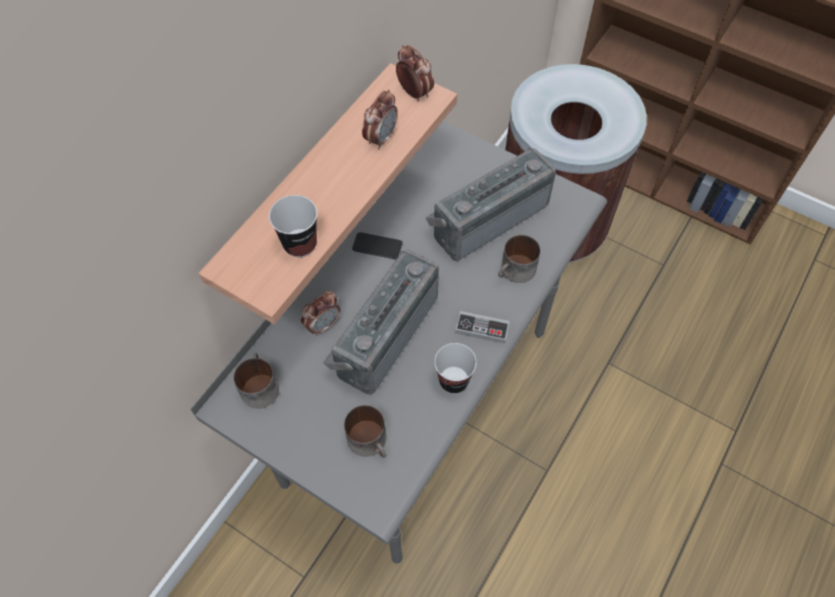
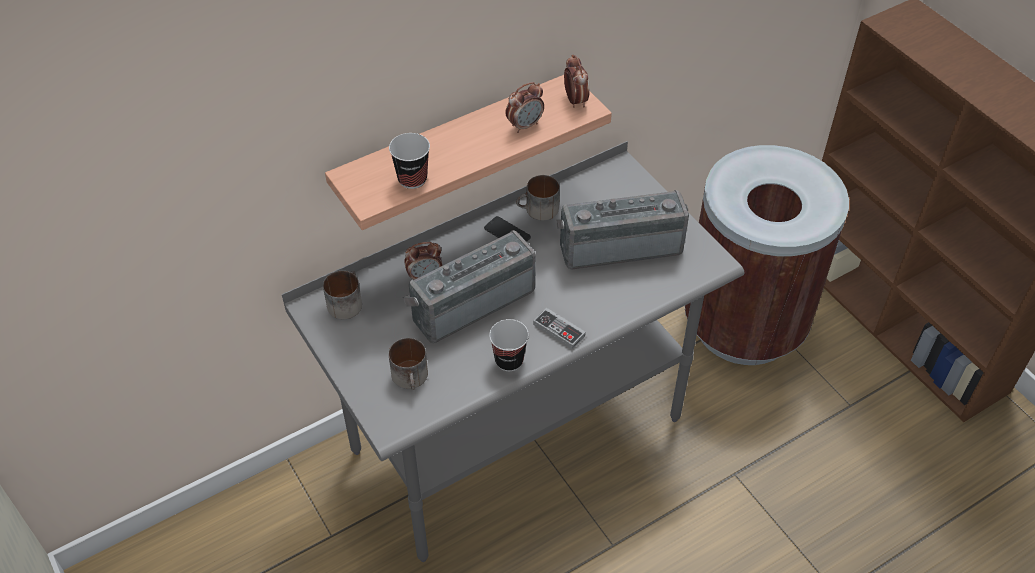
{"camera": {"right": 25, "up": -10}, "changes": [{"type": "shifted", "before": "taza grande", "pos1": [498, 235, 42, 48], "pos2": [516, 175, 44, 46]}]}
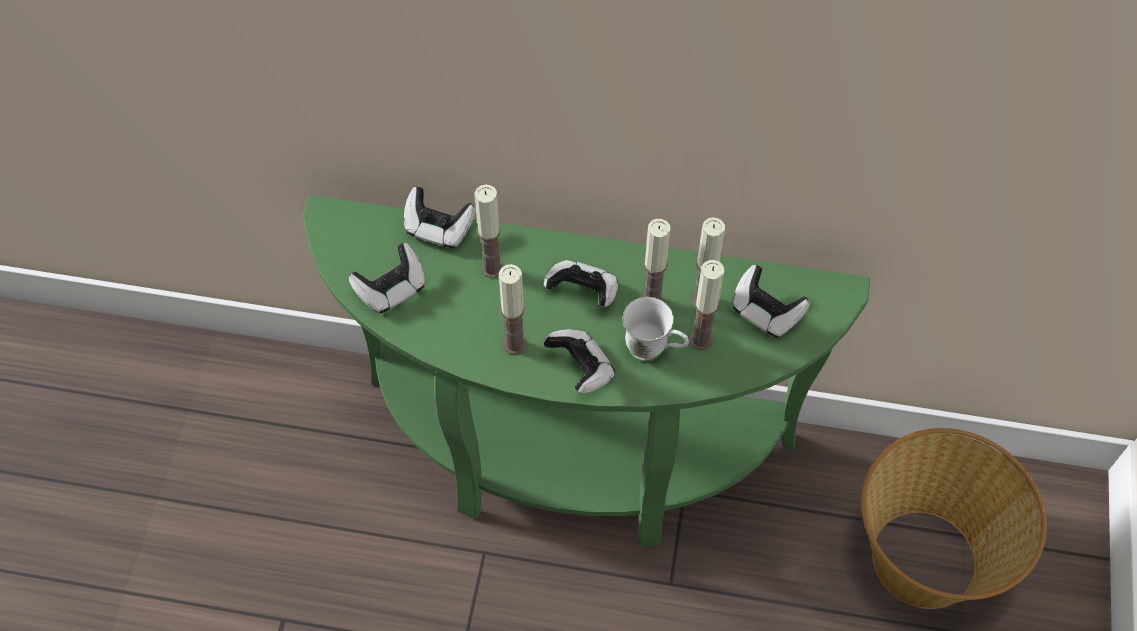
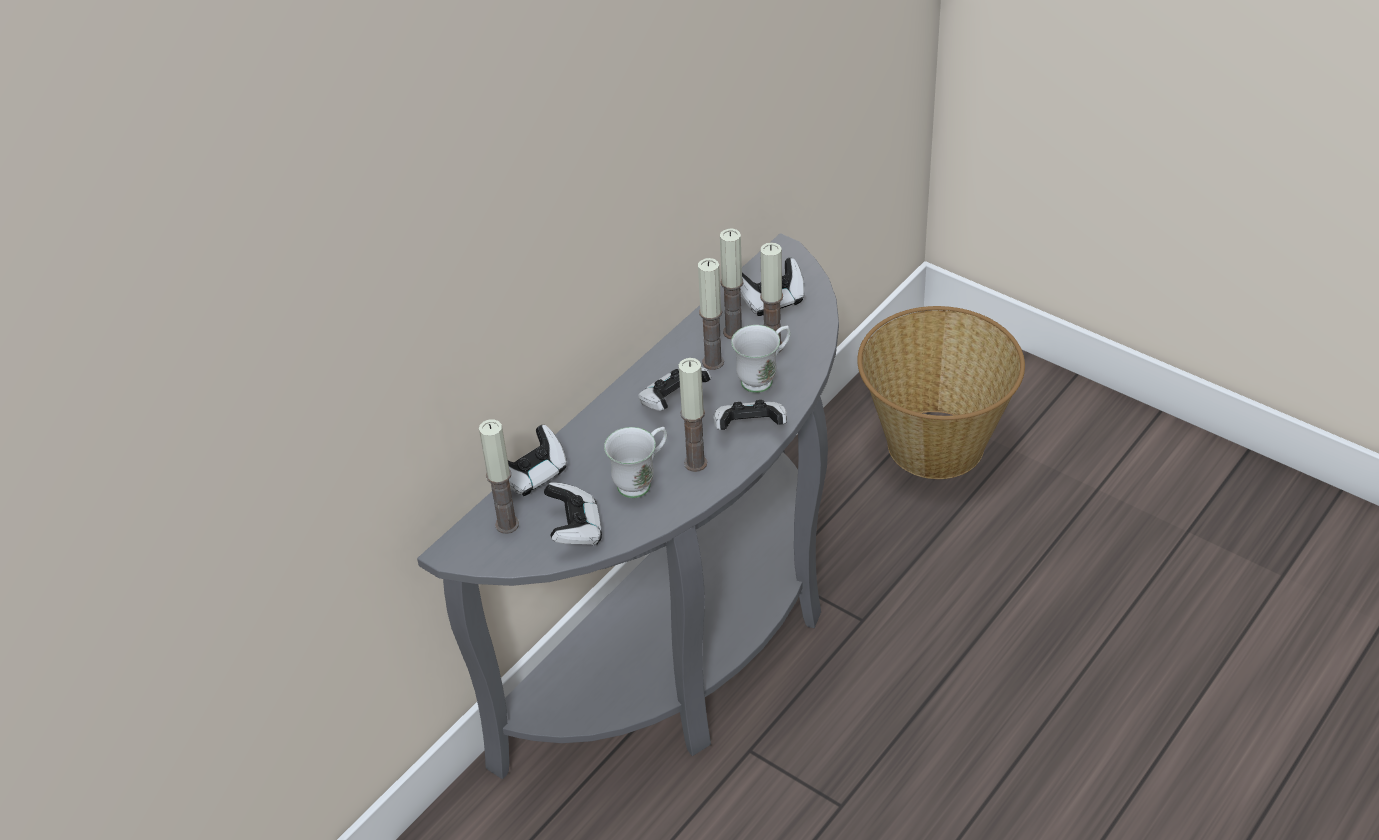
{"camera": {"right": -60, "up": -15}, "changes": [{"type": "new", "after": "taza grande/blanco", "pos2": [604, 427, 63, 71]}, {"type": "shifted", "before": "vela", "pos1": [475, 185, 28, 93], "pos2": [479, 419, 40, 115]}, {"type": "repainted", "before": "mesa consola/verde", "after": "mesa consola/gris", "pos1": [303, 195, 567, 352], "pos2": [417, 233, 422, 546]}]}
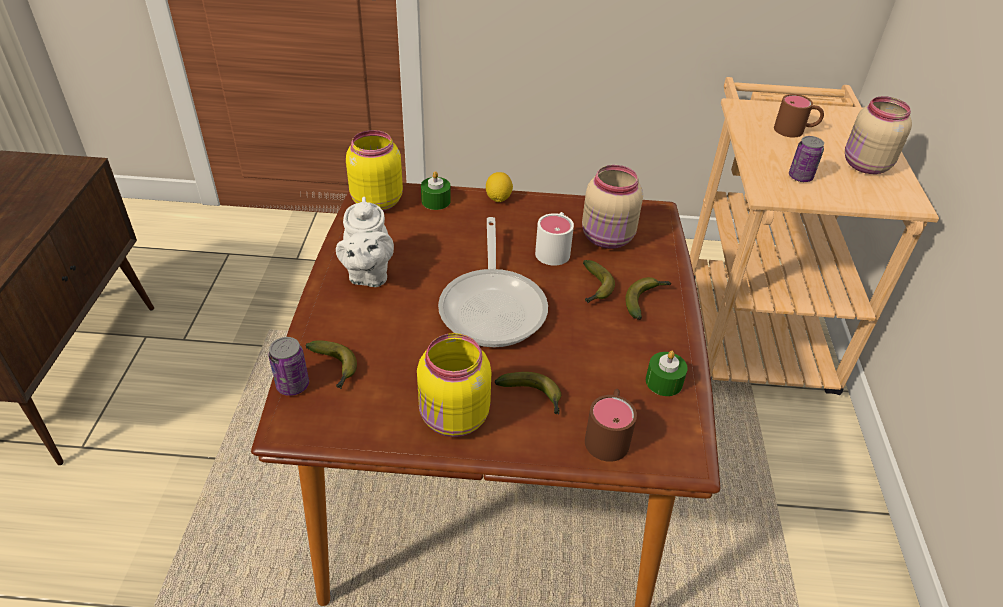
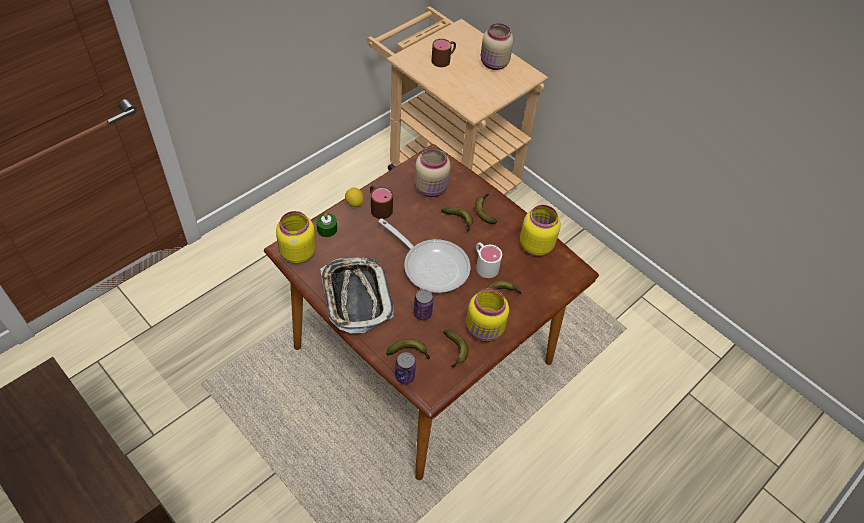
{"camera": {"right": -50, "up": 10}, "changes": [{"type": "new", "after": "plátano", "pos2": [443, 330, 26, 37]}, {"type": "shifted", "before": "taza grande/blanco", "pos1": [535, 212, 39, 54], "pos2": [476, 242, 26, 36]}, {"type": "shifted", "before": "taza grande/marrón", "pos1": [585, 389, 52, 73], "pos2": [370, 186, 23, 33]}, {"type": "shifted", "before": "lata", "pos1": [789, 136, 35, 46], "pos2": [414, 289, 19, 31]}, {"type": "swapped", "before": "tetera/blanco", "after": "bandeja", "pos1": [336, 197, 58, 90], "pos2": [320, 257, 74, 77]}, {"type": "swapped", "before": "vela/verde", "after": "tarro/amarillo", "pos1": [646, 351, 42, 45], "pos2": [520, 205, 41, 51]}]}
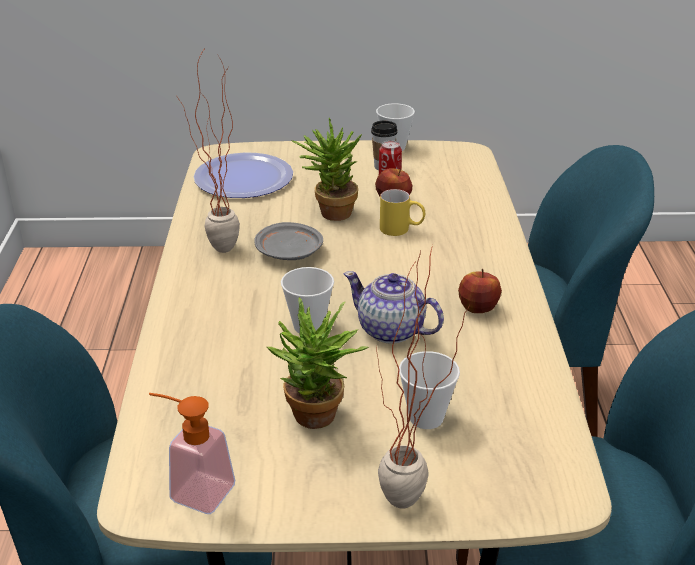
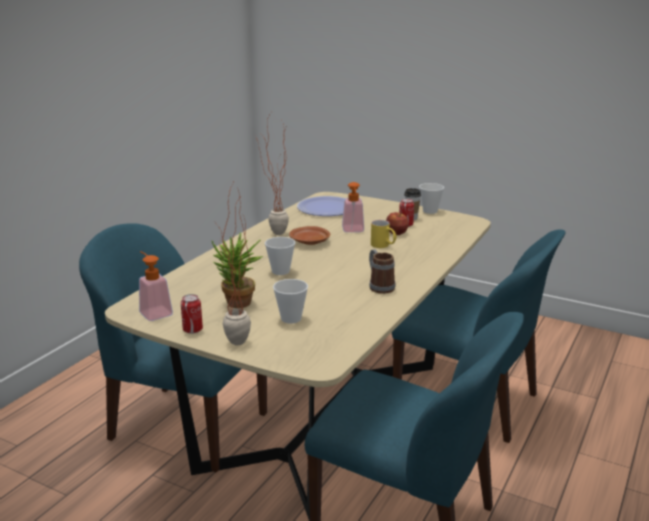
{"camera": {"right": 30, "up": -10}, "changes": [{"type": "gone", "before": "tetera", "pos1": [344, 271, 100, 73]}, {"type": "new", "after": "lata", "pos2": [181, 294, 22, 40]}, {"type": "swapped", "before": "planta en maceta", "after": "dispensador de jabón", "pos1": [291, 118, 71, 103], "pos2": [342, 182, 22, 50]}, {"type": "swapped", "before": "manzana", "after": "taza grande", "pos1": [458, 269, 44, 44], "pos2": [369, 249, 26, 45]}, {"type": "repainted", "before": "plato/gris", "after": "plato/marrón", "pos1": [254, 222, 69, 38], "pos2": [289, 226, 41, 19]}]}
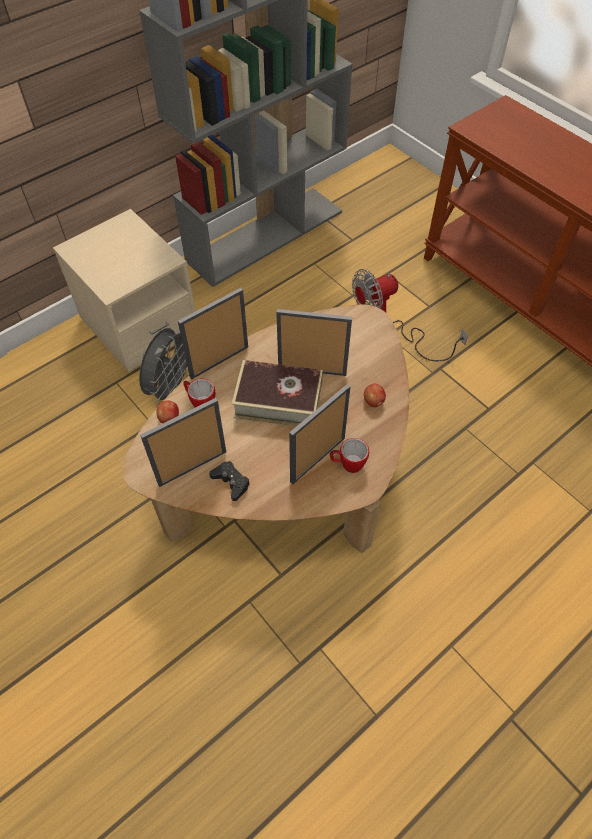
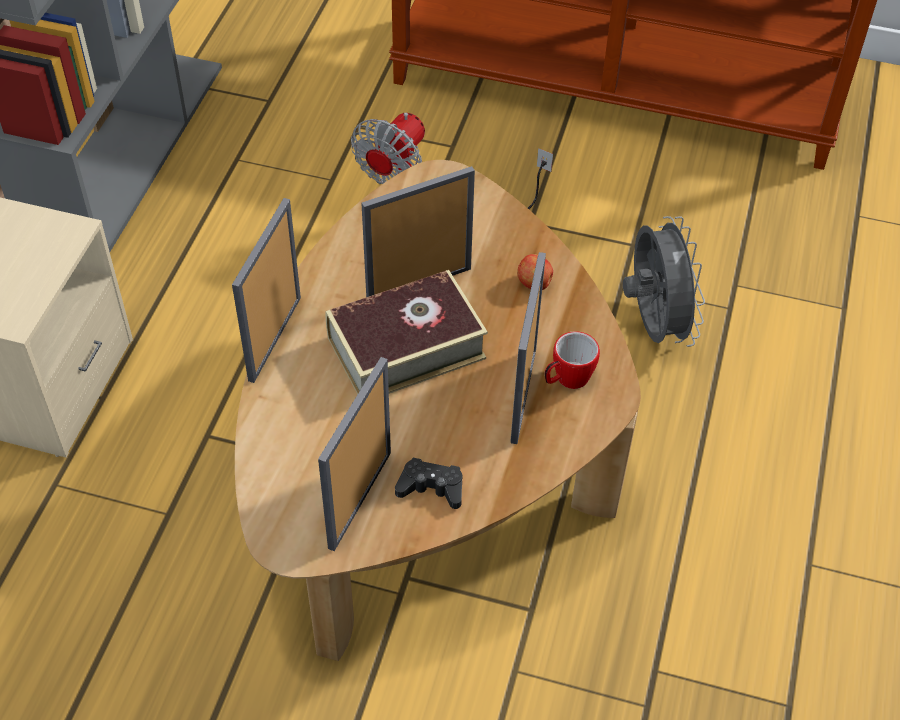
{"camera": {"right": -35, "up": -5}, "changes": [{"type": "gone", "before": "manzana", "pos1": [156, 400, 23, 24]}, {"type": "gone", "before": "taza grande", "pos1": [183, 379, 32, 28]}, {"type": "shifted", "before": "ventilador/gris", "pos1": [139, 328, 50, 77], "pos2": [623, 216, 82, 131]}]}
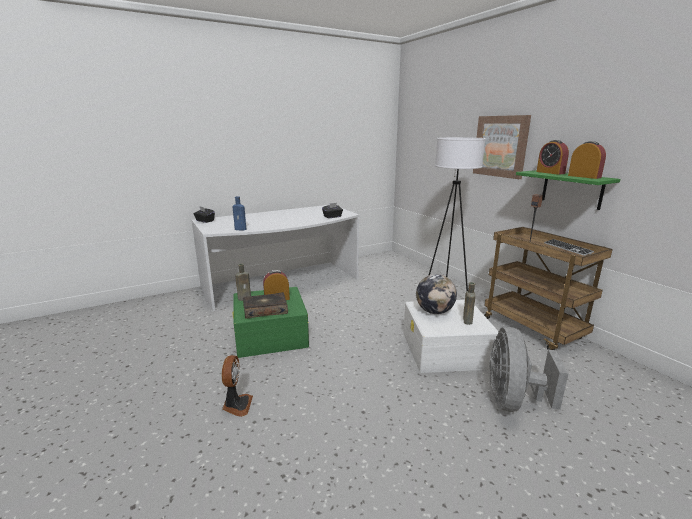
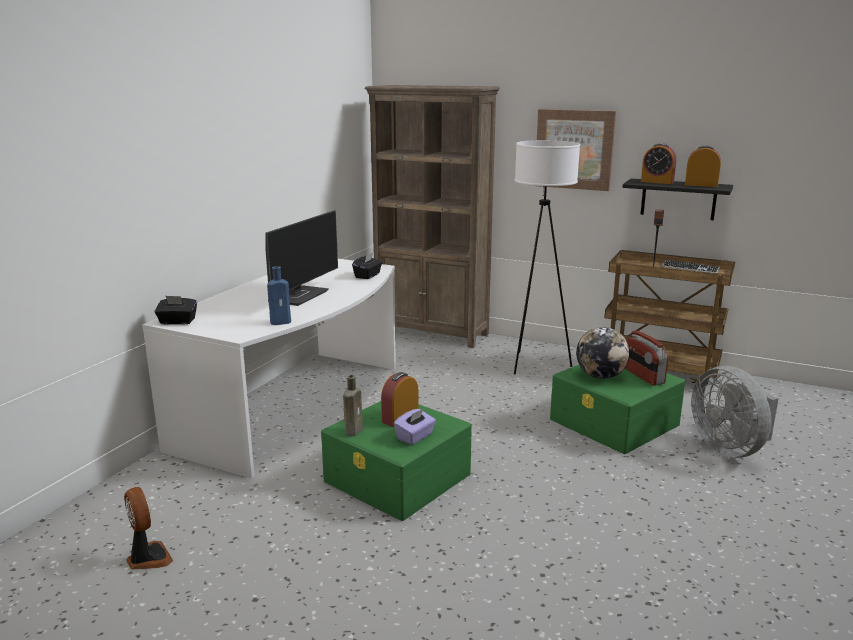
{"camera": {"right": -35, "up": 0}, "changes": [{"type": "new", "after": "monitor", "pos2": [265, 210, 73, 96]}, {"type": "new", "after": "estantería/marrón", "pos2": [365, 85, 135, 263]}, {"type": "shifted", "before": "ventilador", "pos1": [222, 355, 31, 62], "pos2": [124, 487, 49, 83]}, {"type": "swapped", "before": "libro", "after": "caja de pañuelos/morado", "pos1": [243, 292, 45, 27], "pos2": [394, 408, 42, 37]}, {"type": "swapped", "before": "botella/marrón", "after": "radio", "pos1": [463, 282, 12, 43], "pos2": [625, 331, 44, 55]}, {"type": "repainted", "before": "caja de almacenaje/blanco", "after": "caja de almacenaje/verde", "pos1": [403, 300, 96, 73], "pos2": [550, 365, 135, 89]}, {"type": "repainted", "before": "estante/verde", "after": "estante/negro", "pos1": [516, 170, 104, 40], "pos2": [622, 179, 111, 41]}]}
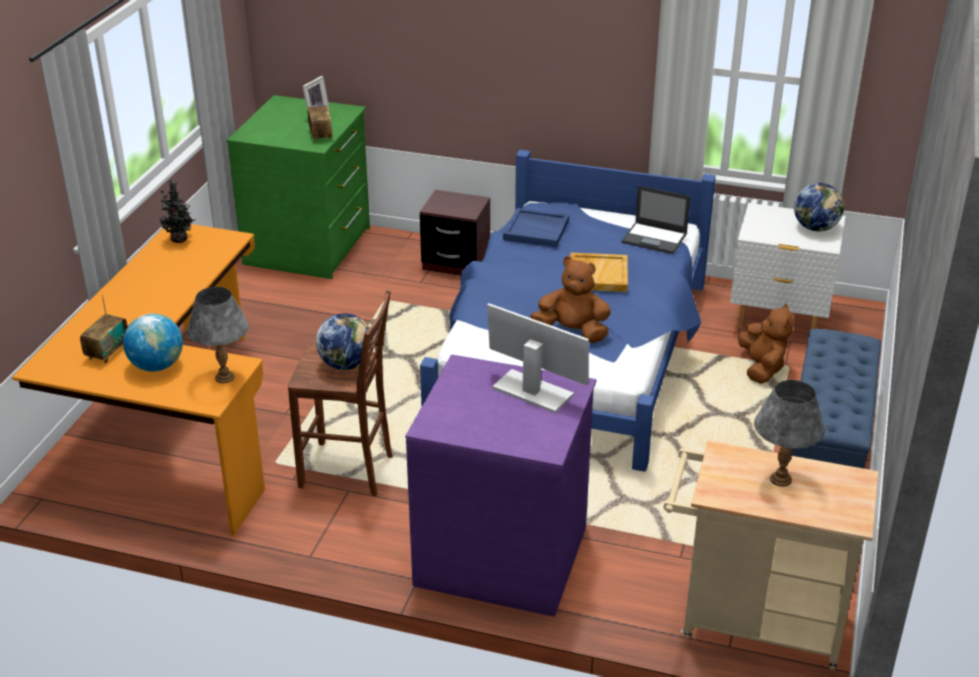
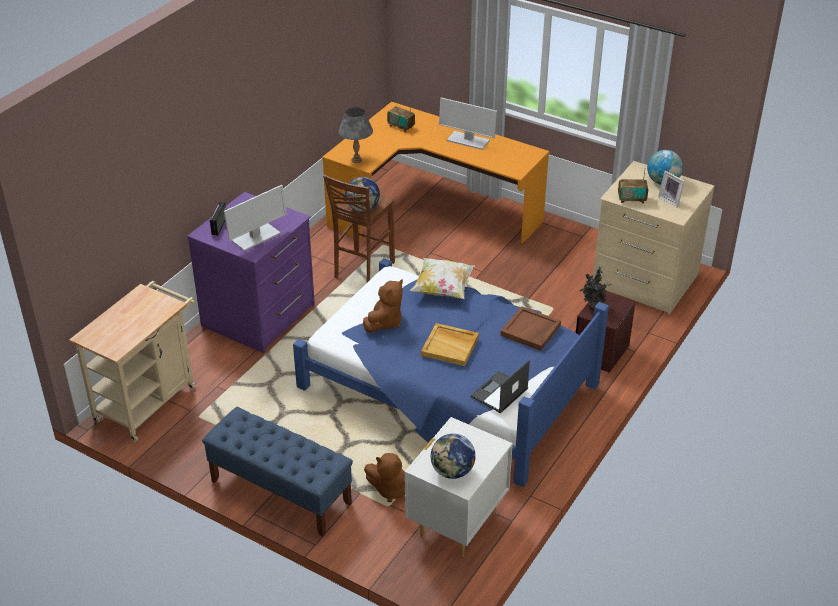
{"camera": {"right": 105, "up": 5}, "changes": [{"type": "gone", "before": "lámpara de mesa/gris", "pos1": [754, 380, 71, 107]}, {"type": "new", "after": "radio", "pos2": [210, 202, 16, 34]}, {"type": "new", "after": "cojín", "pos2": [410, 258, 65, 41]}, {"type": "new", "after": "monitor", "pos2": [439, 98, 58, 52]}, {"type": "shifted", "before": "globo terráqueo", "pos1": [123, 314, 60, 58], "pos2": [647, 150, 36, 35]}, {"type": "shifted", "before": "planta en maceta", "pos1": [160, 179, 36, 64], "pos2": [580, 266, 31, 44]}, {"type": "repainted", "before": "cómoda/verde", "after": "cómoda/beis", "pos1": [227, 95, 143, 184], "pos2": [593, 161, 122, 154]}, {"type": "repainted", "before": "bandeja/azul", "after": "bandeja/marrón", "pos1": [503, 208, 66, 40], "pos2": [501, 306, 60, 45]}]}
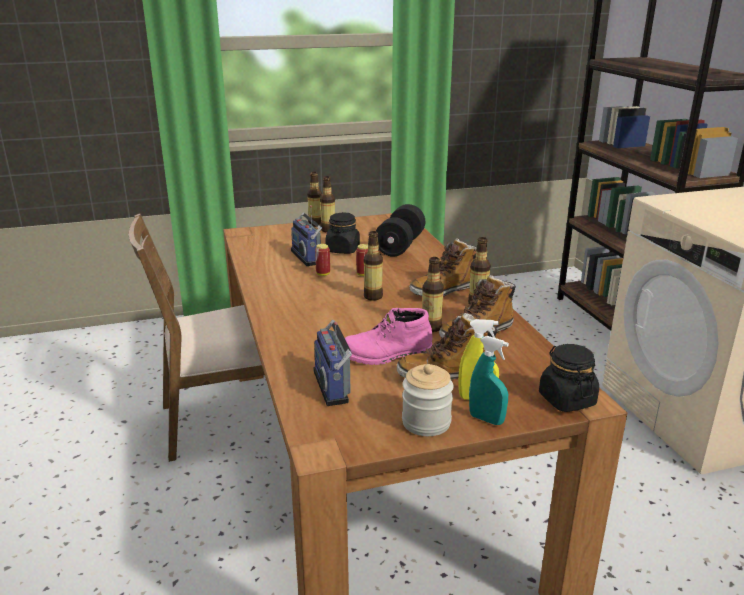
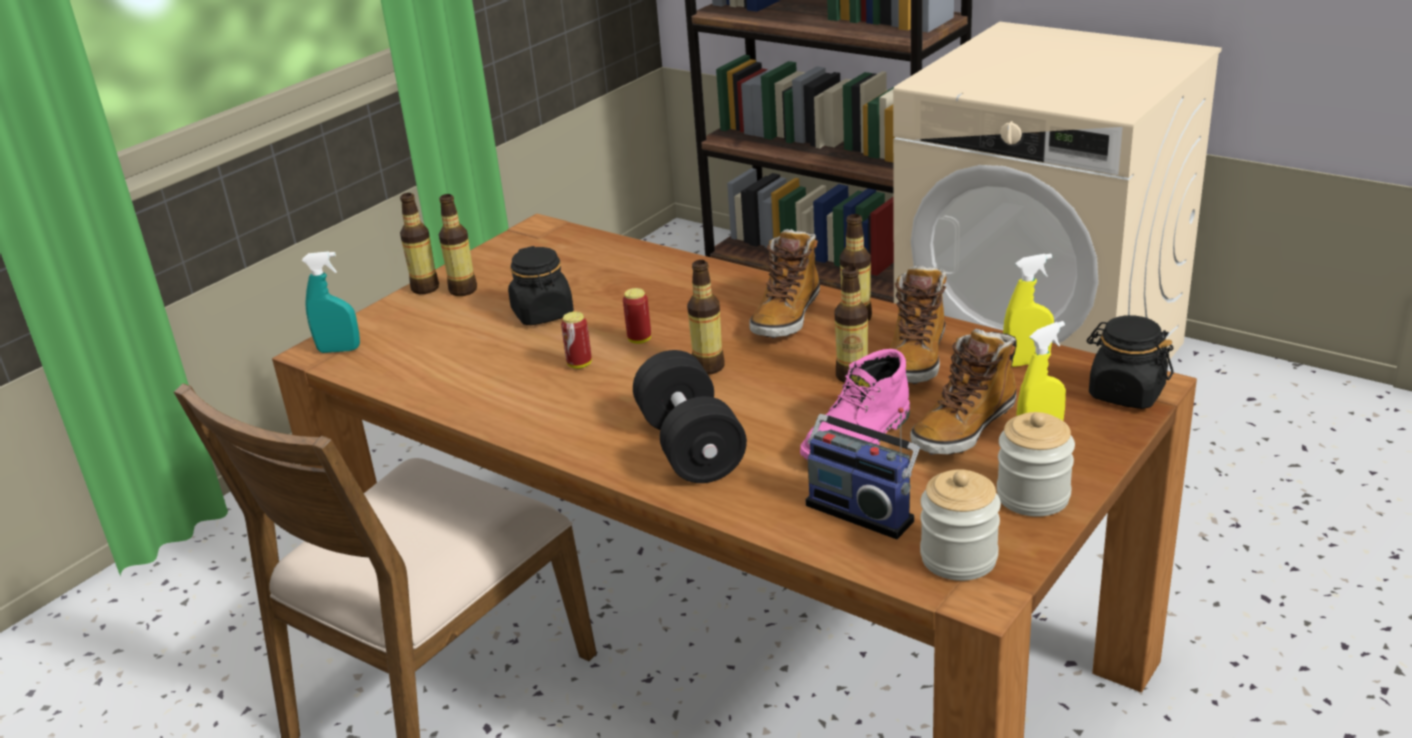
{"camera": {"right": -35, "up": 5}, "changes": [{"type": "gone", "before": "radio", "pos1": [291, 205, 31, 61]}, {"type": "new", "after": "tarro", "pos2": [920, 469, 81, 112]}, {"type": "new", "after": "pulverizador/amarillo", "pos2": [1003, 254, 51, 113]}, {"type": "shifted", "before": "mancuerna/negro", "pos1": [376, 204, 49, 53], "pos2": [633, 350, 114, 133]}, {"type": "shifted", "before": "pulverizador/turquesa", "pos1": [469, 336, 40, 89], "pos2": [302, 251, 58, 102]}]}
